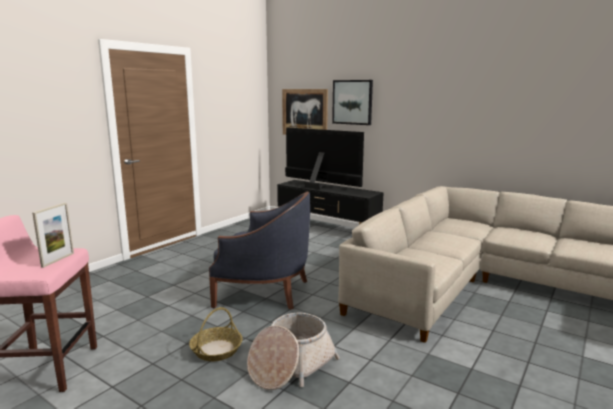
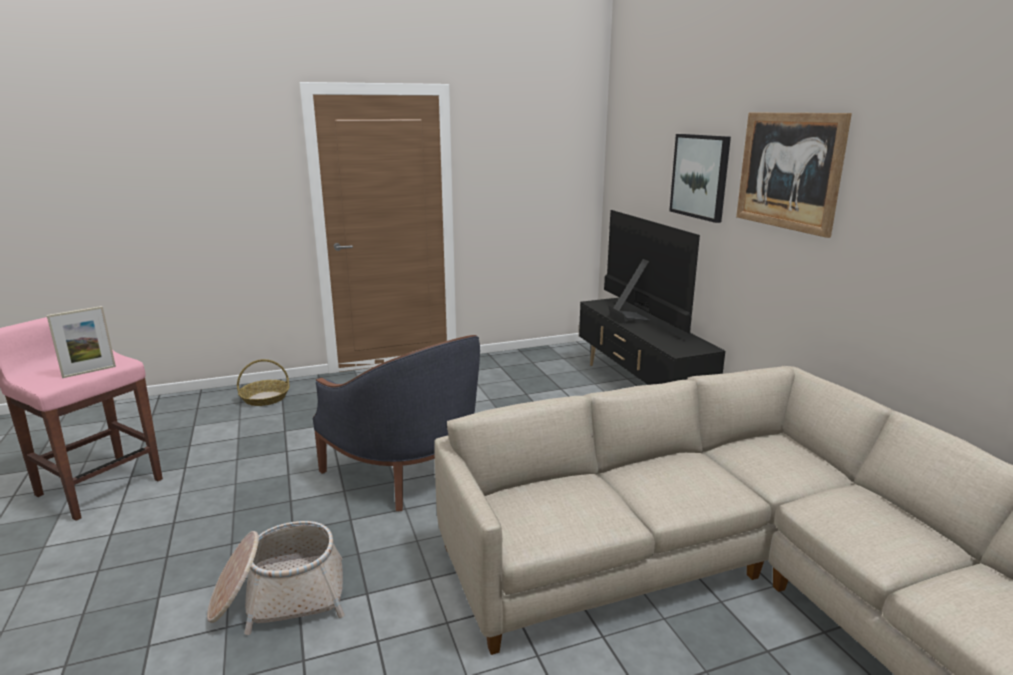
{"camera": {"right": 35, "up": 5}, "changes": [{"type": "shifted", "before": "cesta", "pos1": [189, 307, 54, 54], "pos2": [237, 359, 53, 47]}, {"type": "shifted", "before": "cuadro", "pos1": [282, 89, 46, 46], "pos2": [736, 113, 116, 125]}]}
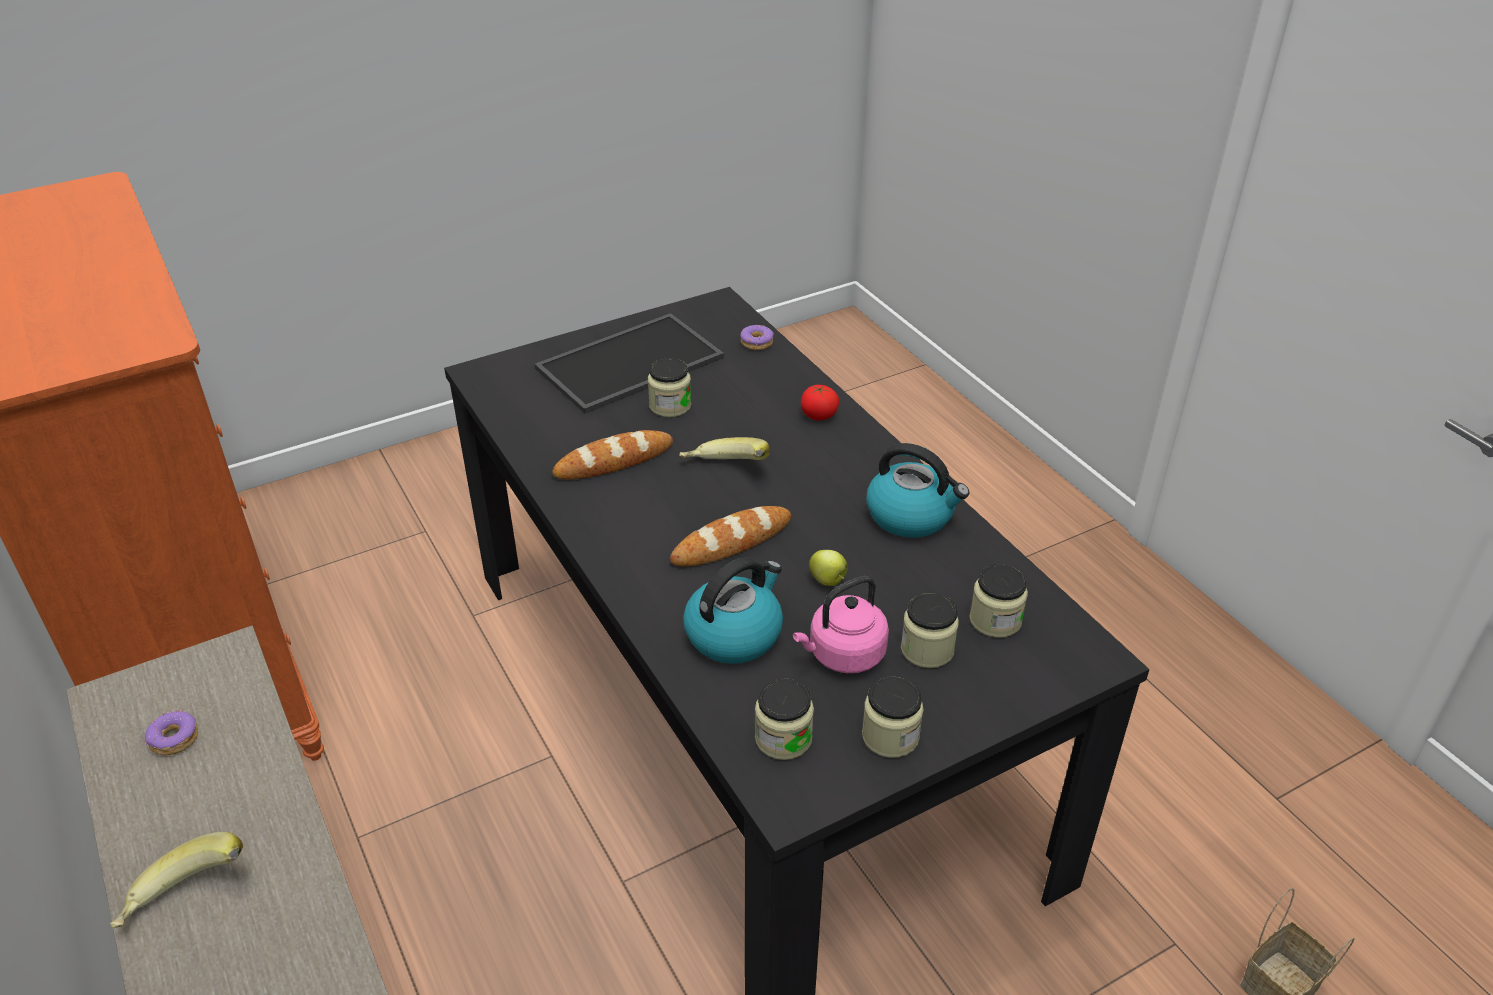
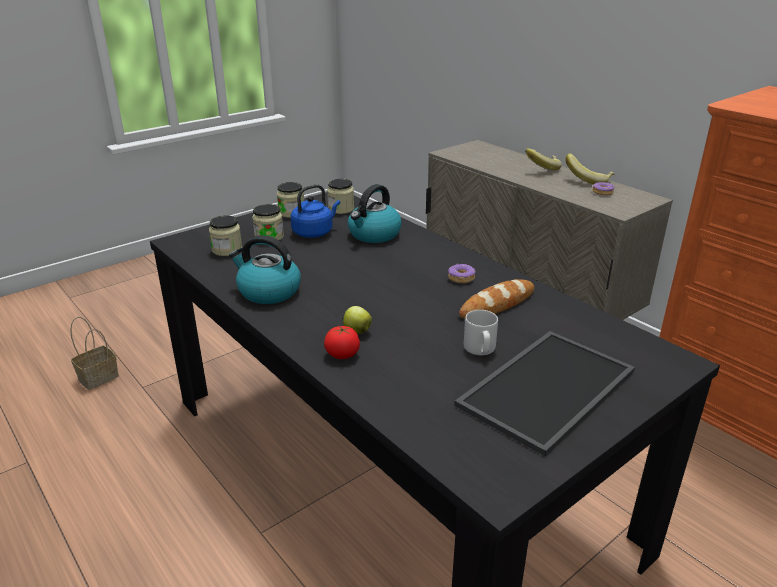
{"camera": {"right": 170, "up": -10}, "changes": [{"type": "gone", "before": "pan", "pos1": [670, 506, 121, 60]}, {"type": "shifted", "before": "plátano", "pos1": [679, 437, 91, 23], "pos2": [565, 153, 49, 31]}, {"type": "shifted", "before": "rosquilla", "pos1": [740, 325, 34, 25], "pos2": [448, 263, 28, 20]}, {"type": "shifted", "before": "manzana", "pos1": [809, 550, 39, 36], "pos2": [343, 306, 29, 28]}, {"type": "swapped", "before": "tarro", "after": "taza grande/gris", "pos1": [648, 358, 44, 59], "pos2": [464, 310, 34, 45]}, {"type": "repainted", "before": "hervidor/rosa", "after": "hervidor/azul", "pos1": [793, 576, 96, 97], "pos2": [290, 184, 50, 54]}]}
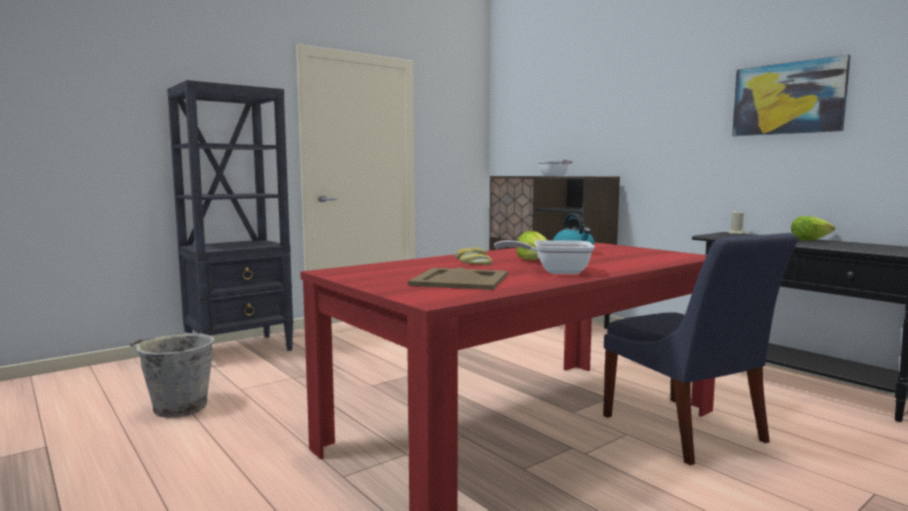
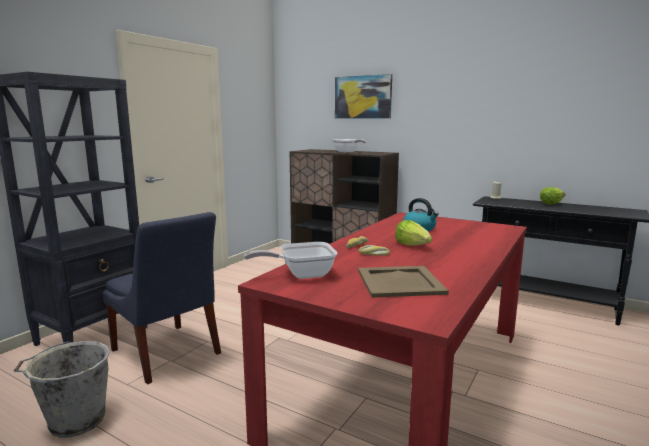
{"camera": {"right": -20, "up": 5}, "changes": [{"type": "shifted", "before": "sartén", "pos1": [494, 240, 101, 34], "pos2": [244, 242, 93, 37]}, {"type": "shifted", "before": "silla/azul", "pos1": [603, 233, 195, 232], "pos2": [102, 212, 119, 172]}, {"type": "shifted", "before": "cuadro", "pos1": [732, 54, 118, 82], "pos2": [335, 74, 57, 45]}]}
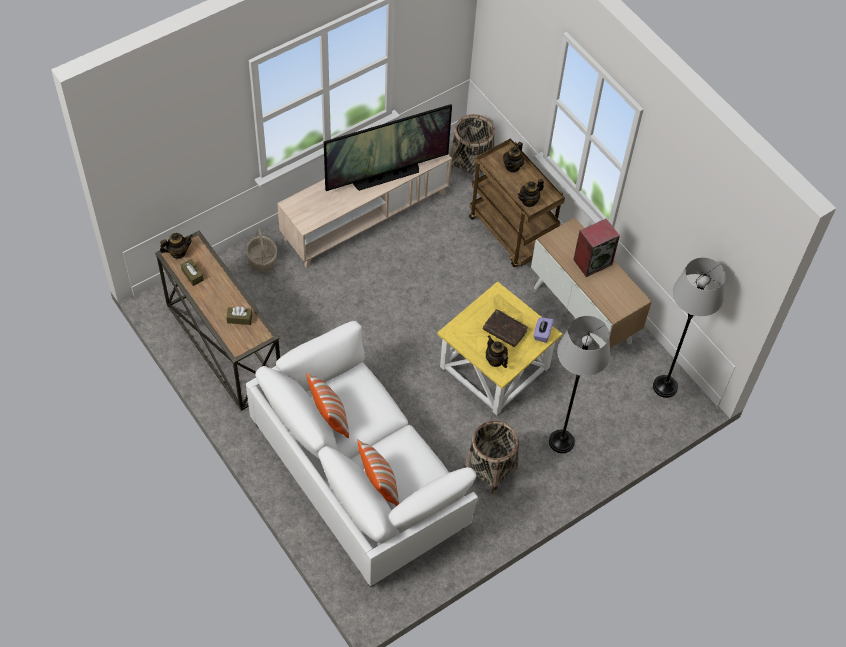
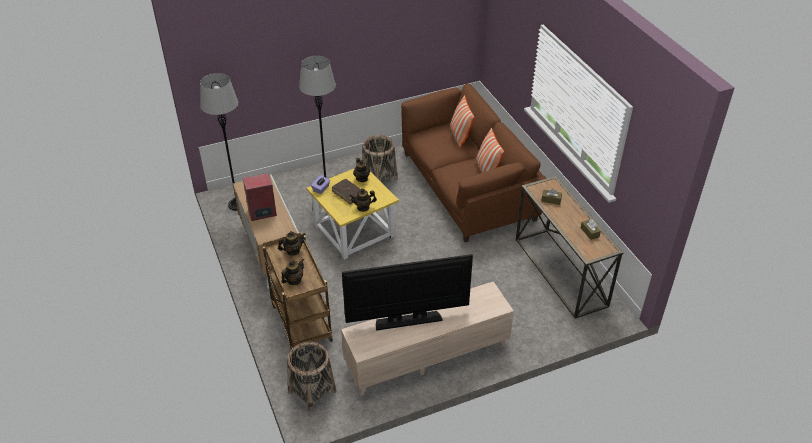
{"camera": {"right": -165, "up": -15}, "changes": [{"type": "gone", "before": "cesta", "pos1": [246, 227, 31, 45]}, {"type": "shifted", "before": "tetera", "pos1": [160, 233, 33, 26], "pos2": [350, 189, 27, 23]}, {"type": "repainted", "before": "sofá/blanco", "after": "sofá/marrón", "pos1": [246, 321, 232, 266], "pos2": [401, 84, 146, 158]}]}
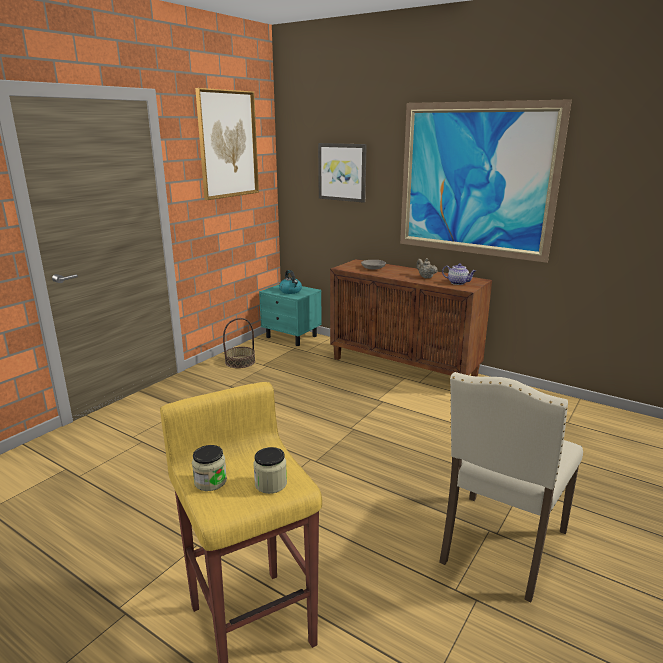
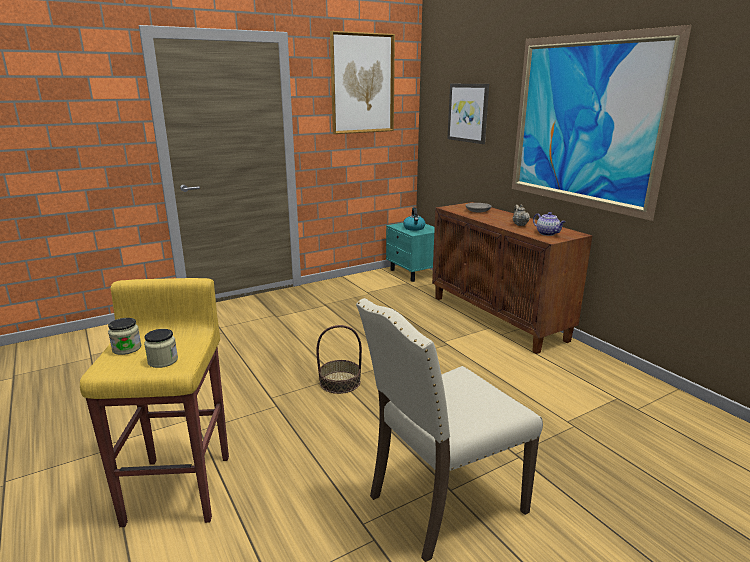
{"camera": {"right": 25, "up": 0}, "changes": [{"type": "shifted", "before": "cesta", "pos1": [223, 318, 32, 50], "pos2": [316, 325, 46, 69]}]}
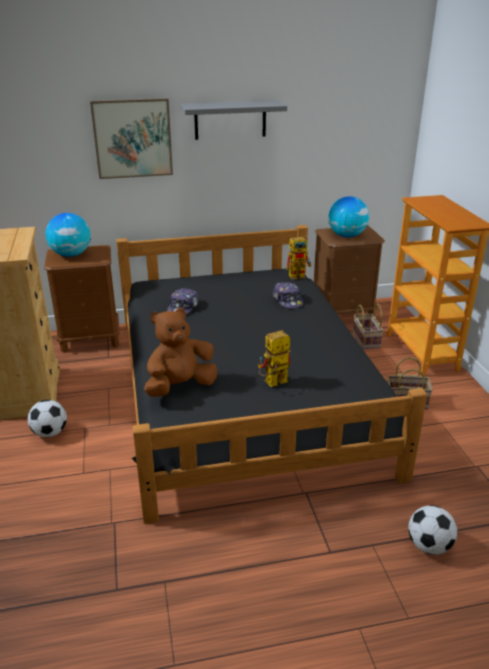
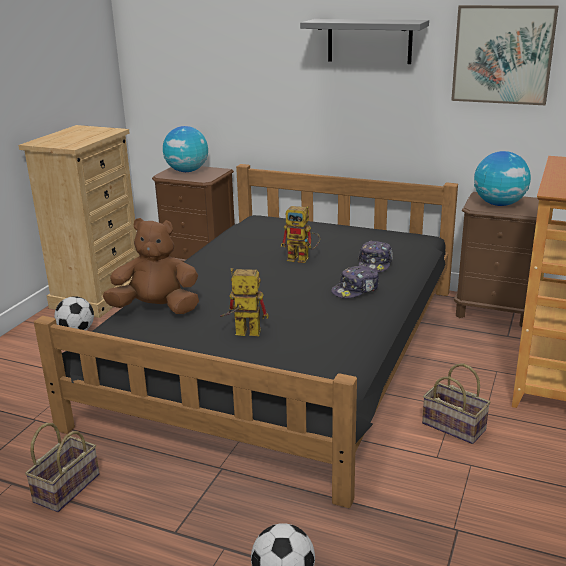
{"camera": {"right": 35, "up": -5}, "changes": [{"type": "shifted", "before": "cuadro", "pos1": [90, 98, 83, 81], "pos2": [451, 5, 108, 100]}, {"type": "shifted", "before": "gorra", "pos1": [167, 288, 31, 26], "pos2": [331, 265, 48, 34]}, {"type": "shifted", "before": "robot de juguete", "pos1": [286, 236, 26, 44], "pos2": [281, 206, 39, 57]}, {"type": "shifted", "before": "cesta", "pos1": [353, 304, 31, 45], "pos2": [25, 423, 75, 89]}]}
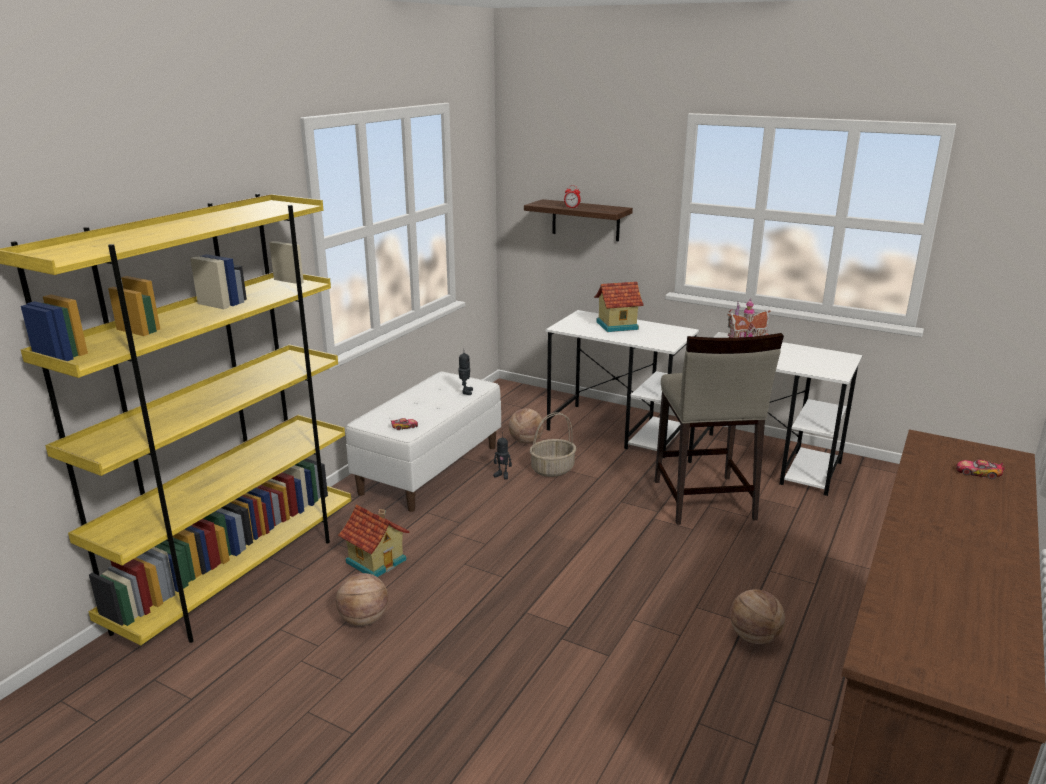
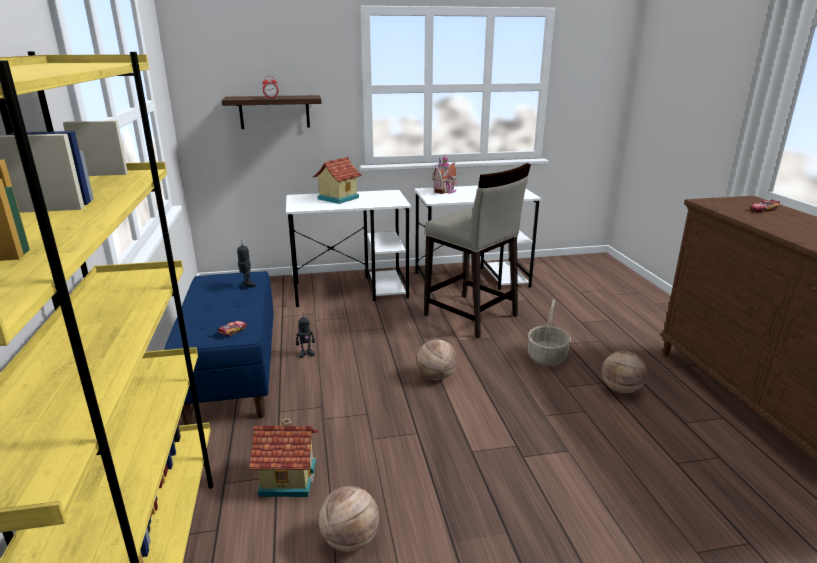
{"camera": {"right": -40, "up": 0}, "changes": [{"type": "shifted", "before": "balón de baloncesto", "pos1": [509, 408, 35, 36], "pos2": [417, 339, 40, 41]}, {"type": "shifted", "before": "cesta", "pos1": [530, 412, 46, 65], "pos2": [528, 299, 43, 67]}, {"type": "repainted", "before": "banco/blanco", "after": "banco/azul", "pos1": [346, 371, 155, 141], "pos2": [164, 271, 110, 154]}]}
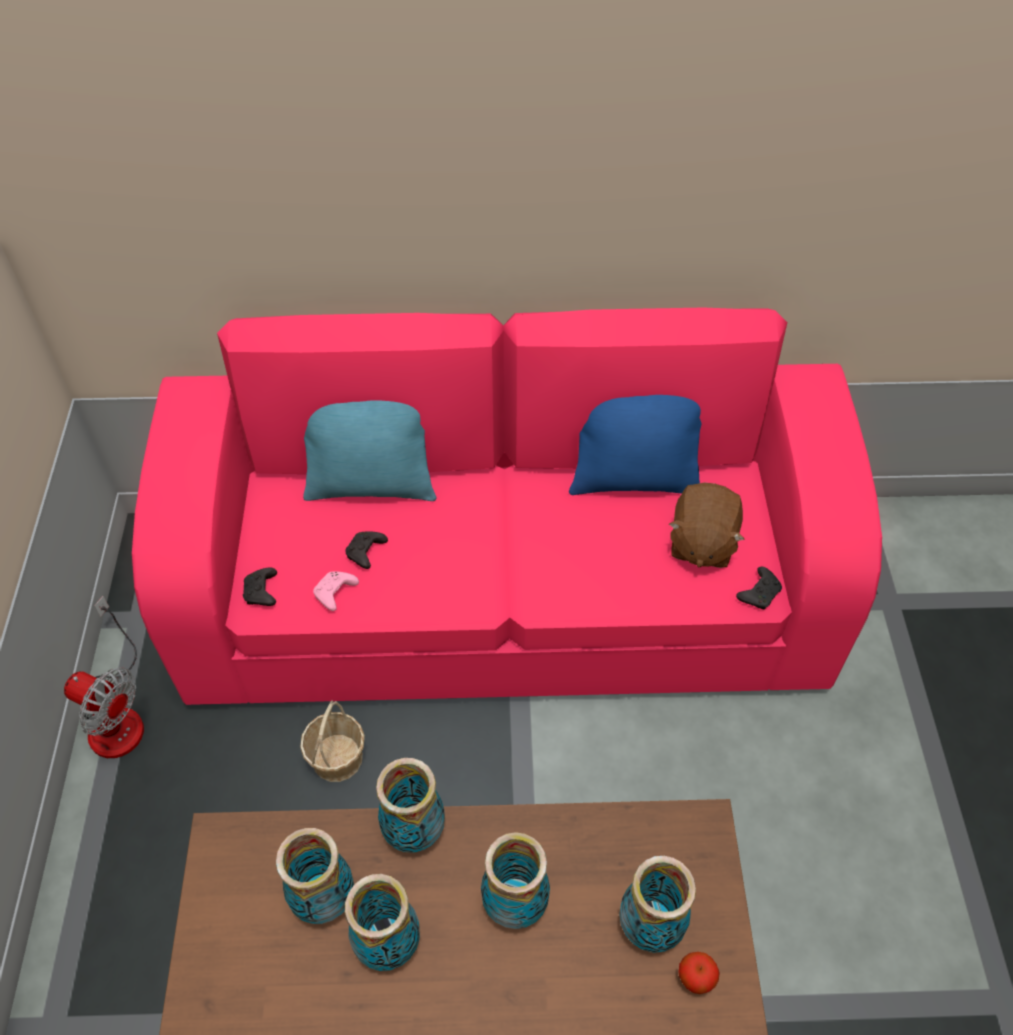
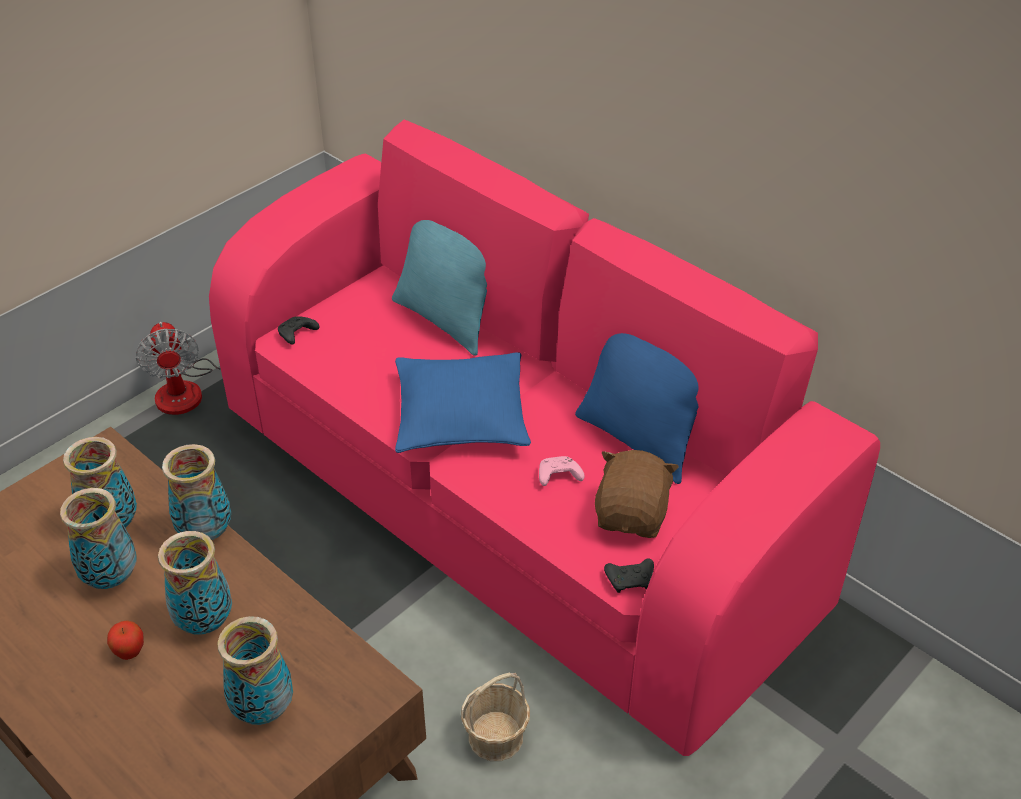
{"camera": {"right": 45, "up": -10}, "changes": [{"type": "gone", "before": "mando de consola/negro", "pos1": [345, 531, 43, 38]}, {"type": "new", "after": "cojín/azul", "pos2": [395, 352, 136, 101]}, {"type": "shifted", "before": "cesta", "pos1": [300, 700, 65, 82], "pos2": [461, 673, 69, 88]}, {"type": "shifted", "before": "mando de consola/rosa", "pos1": [313, 572, 46, 39], "pos2": [539, 456, 46, 30]}, {"type": "shifted", "before": "manzana", "pos1": [678, 952, 42, 42], "pos2": [107, 620, 37, 40]}, {"type": "rotated", "before": "peluche/marrón", "pos1": [669, 483, 75, 85], "pos2": [595, 450, 84, 88], "turn": 135}]}
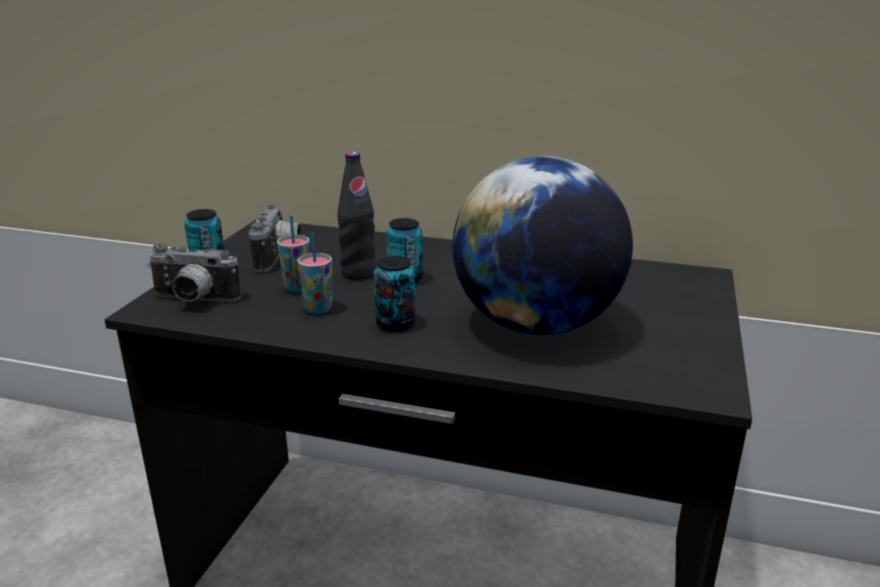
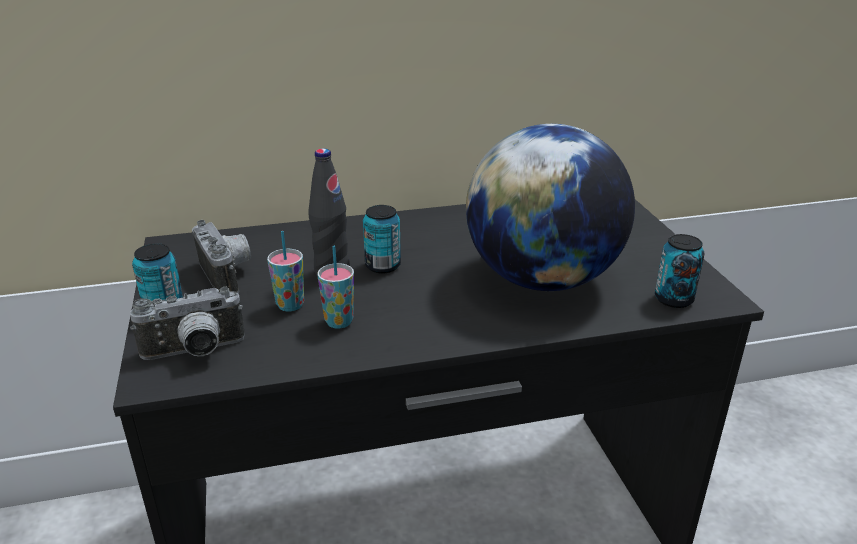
{"camera": {"right": -30, "up": 5}, "changes": [{"type": "shifted", "before": "lata", "pos1": [374, 256, 41, 76], "pos2": [655, 234, 50, 74]}]}
